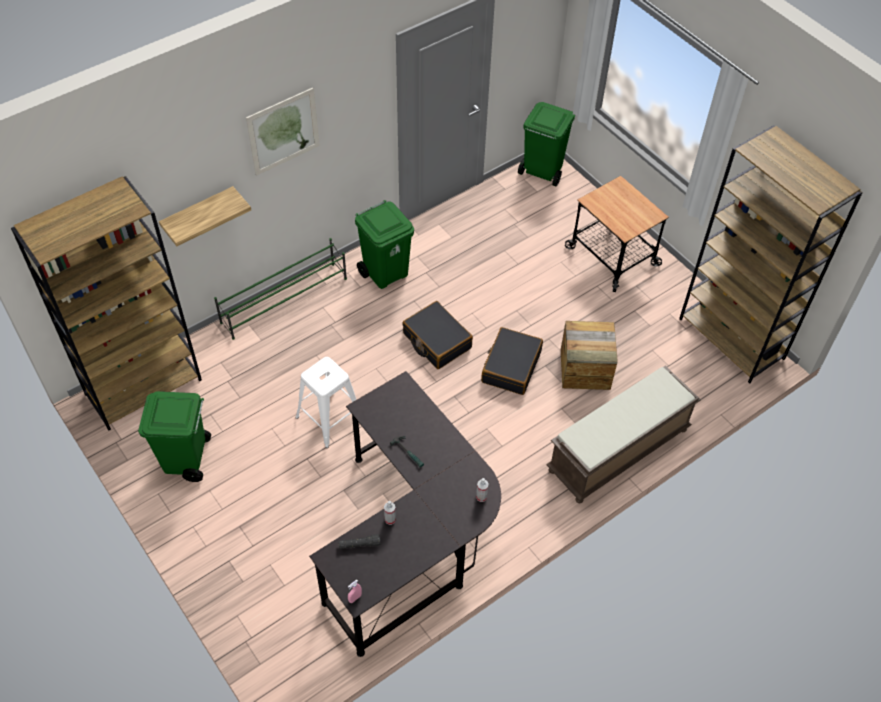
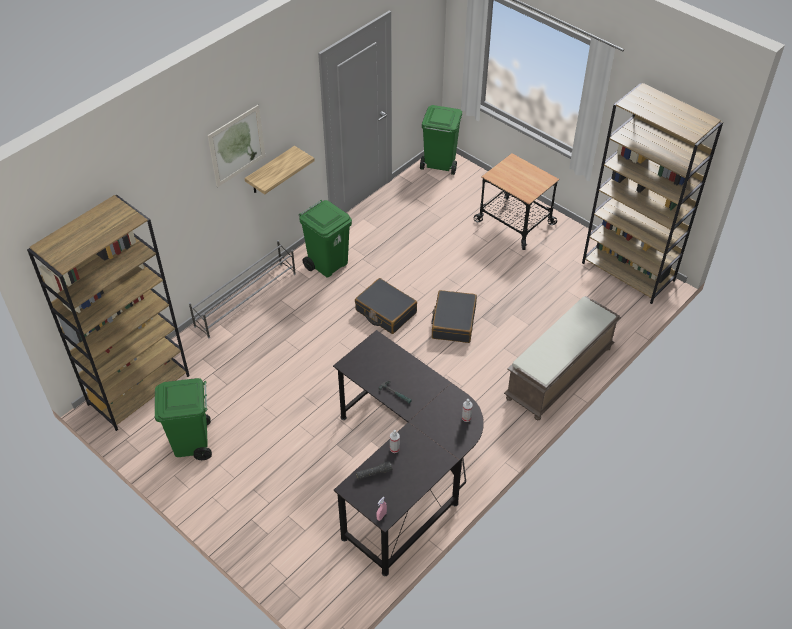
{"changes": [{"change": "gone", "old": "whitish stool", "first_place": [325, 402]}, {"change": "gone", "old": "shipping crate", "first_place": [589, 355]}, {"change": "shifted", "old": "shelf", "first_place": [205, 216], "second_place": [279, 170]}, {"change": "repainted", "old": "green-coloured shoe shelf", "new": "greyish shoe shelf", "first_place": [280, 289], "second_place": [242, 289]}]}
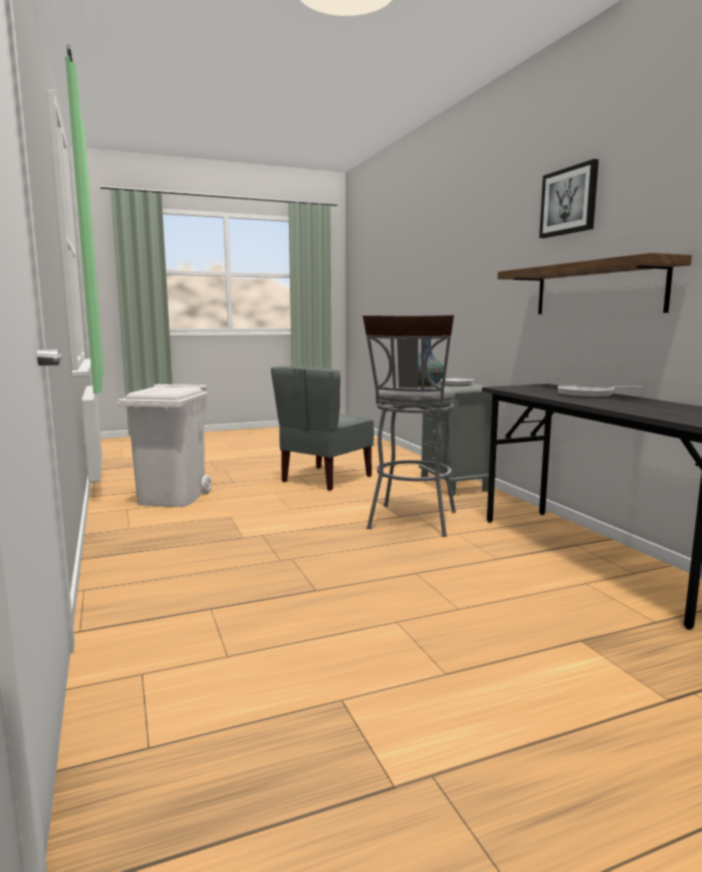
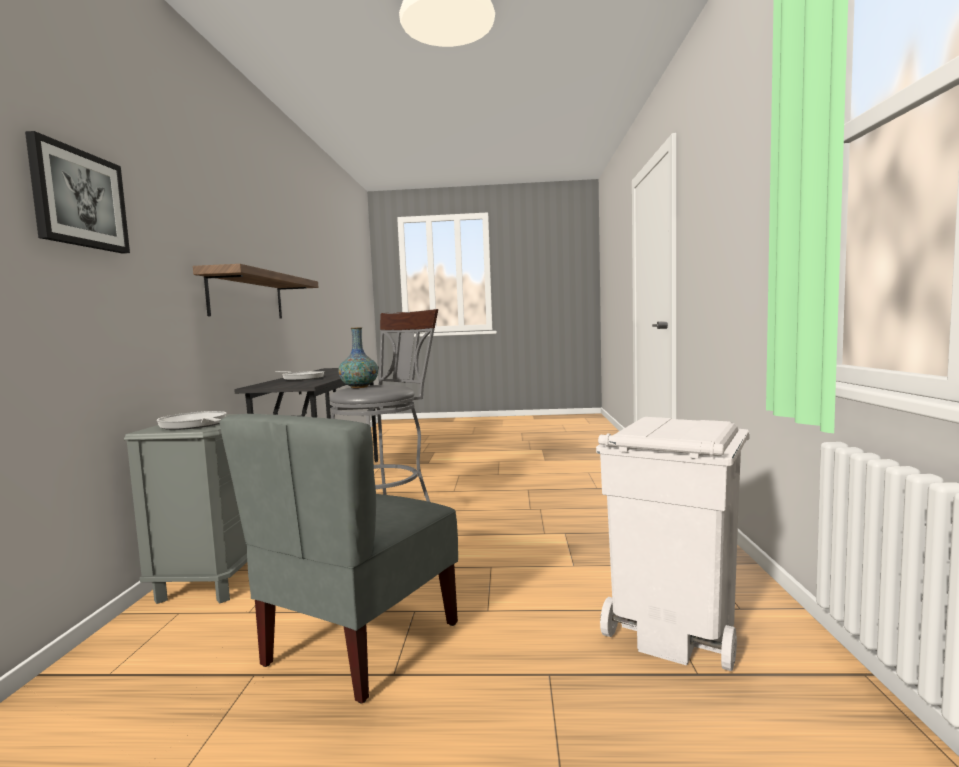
{"changes": [{"change": "shifted", "old": "wall art", "first_place": [569, 198], "second_place": [77, 192]}, {"change": "rotated", "old": "greyish chair", "first_place": [322, 428], "second_place": [338, 558], "degrees": 150}]}
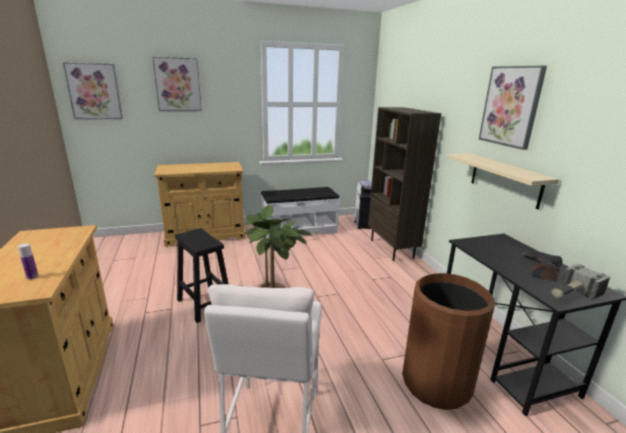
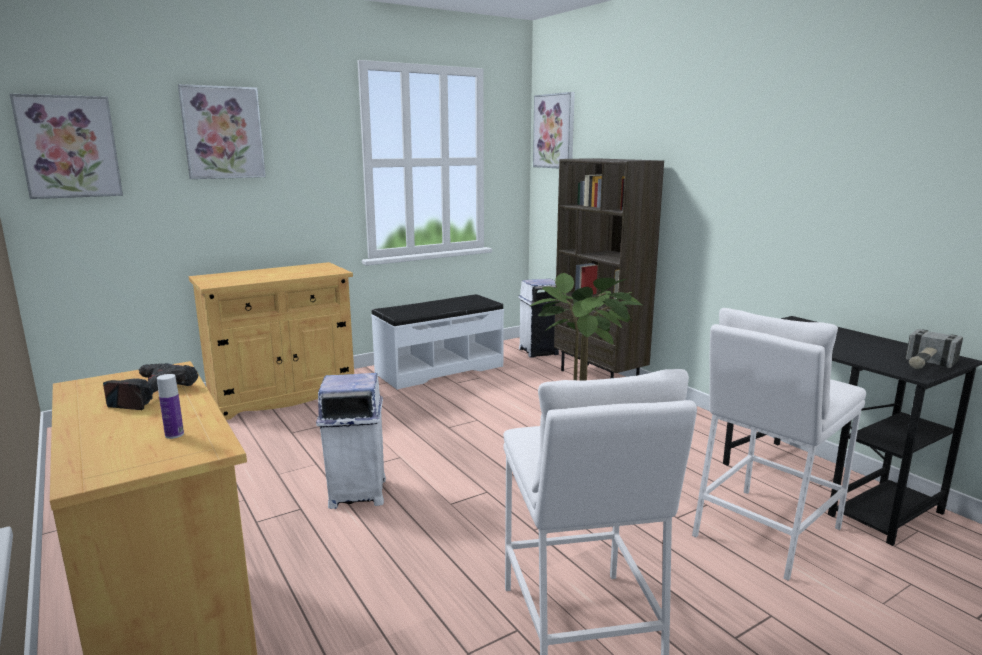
{"changes": [{"change": "gone", "old": "beige-coloured shelf", "first_place": [503, 181]}, {"change": "shifted", "old": "wall art", "first_place": [513, 108], "second_place": [554, 130]}, {"change": "shifted", "old": "power drill", "first_place": [541, 266], "second_place": [150, 386]}, {"change": "swapped", "old": "black stool", "new": "whitish waste bin", "first_place": [201, 275], "second_place": [351, 441]}, {"change": "swapped", "old": "brown waste bin", "new": "whitish stool", "first_place": [448, 341], "second_place": [779, 444]}]}
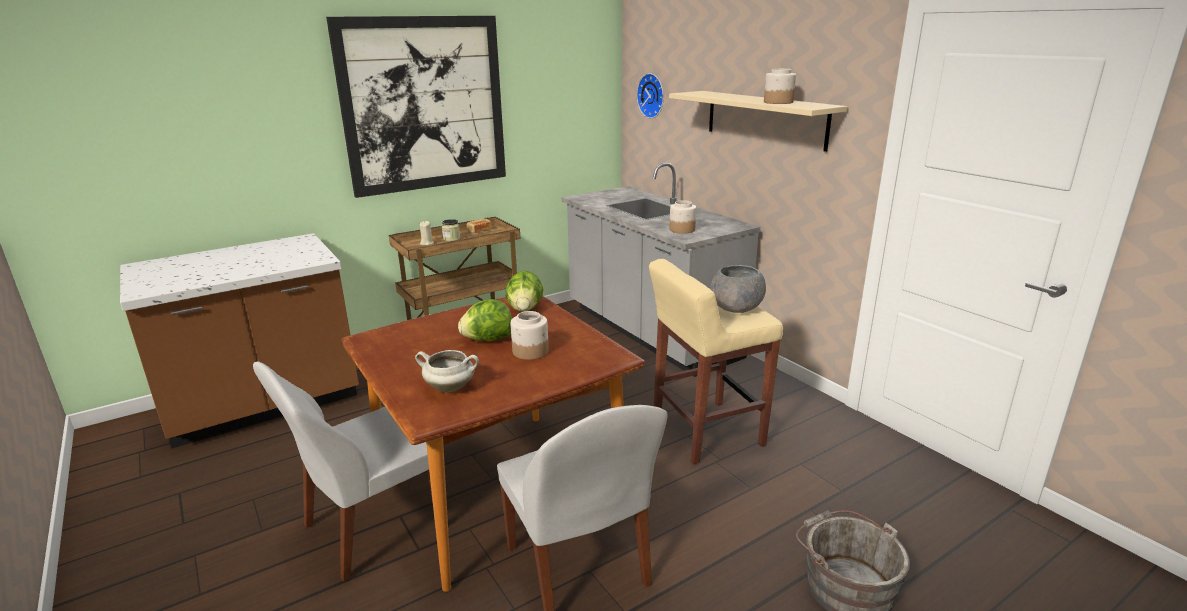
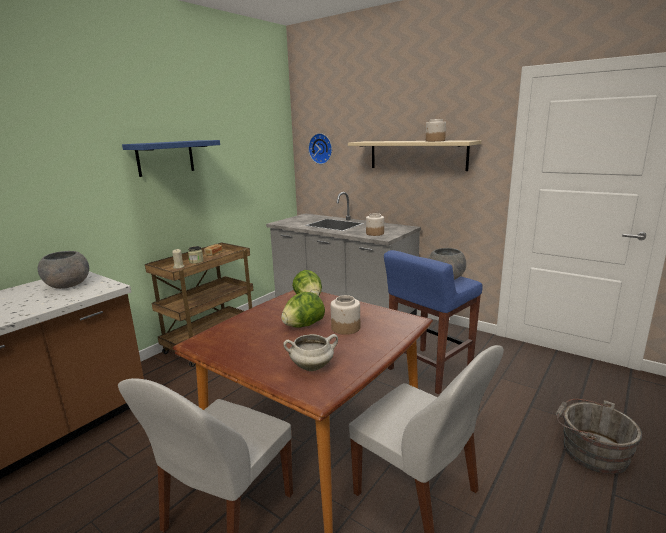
{"changes": [{"change": "new", "new": "greyish serving bowl", "second_place": [63, 270]}, {"change": "swapped", "old": "wall art", "new": "blue shelf", "first_place": [416, 107], "second_place": [171, 158]}, {"change": "repainted", "old": "beige-coloured stool", "new": "blue stool", "first_place": [716, 361], "second_place": [433, 322]}]}
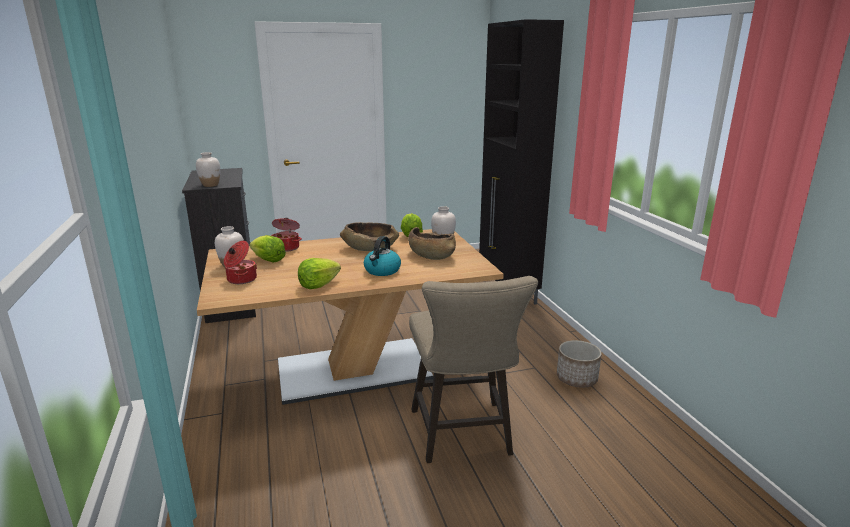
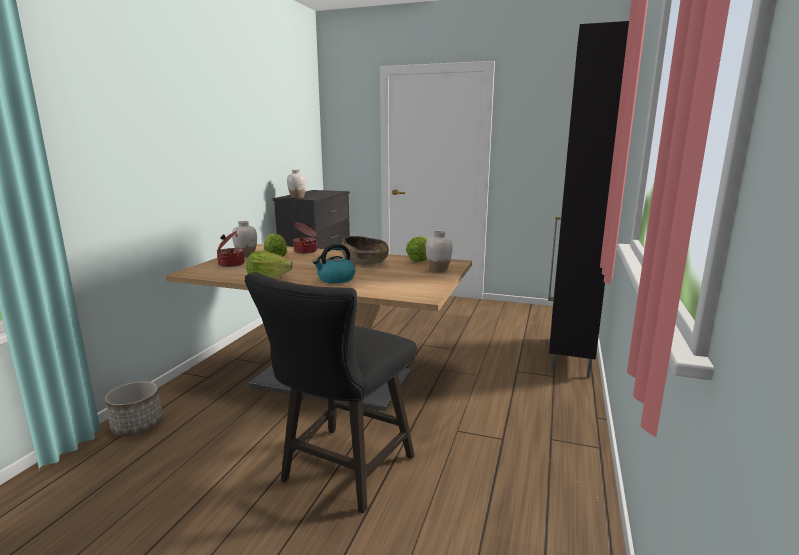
{"changes": [{"change": "gone", "old": "brown serving bowl", "first_place": [432, 243]}, {"change": "shifted", "old": "flower pot", "first_place": [579, 364], "second_place": [133, 408]}, {"change": "repainted", "old": "beige-coloured stool", "new": "black stool", "first_place": [473, 369], "second_place": [331, 393]}]}
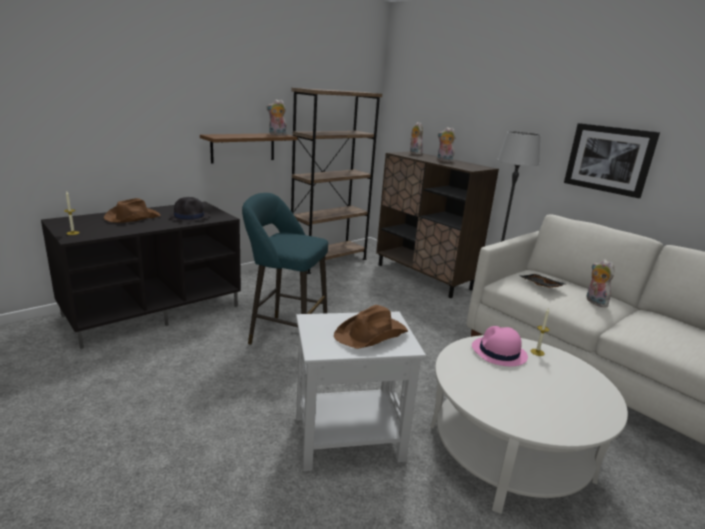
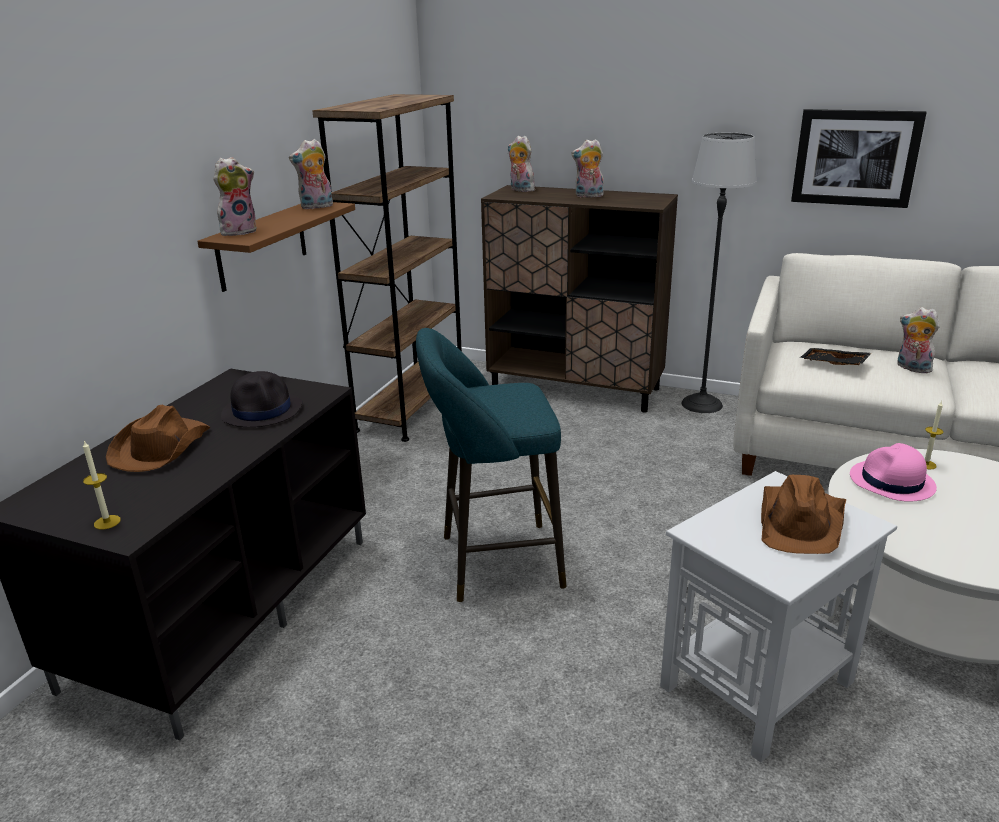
{"changes": [{"change": "new", "new": "soft toy", "second_place": [235, 196]}]}
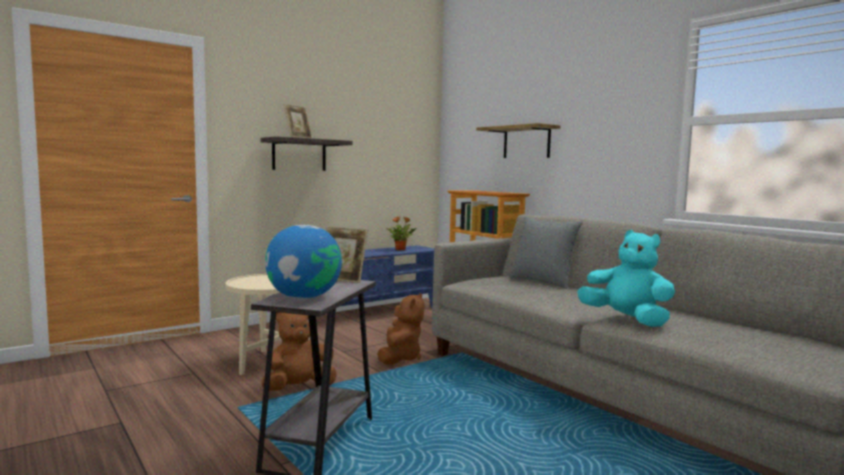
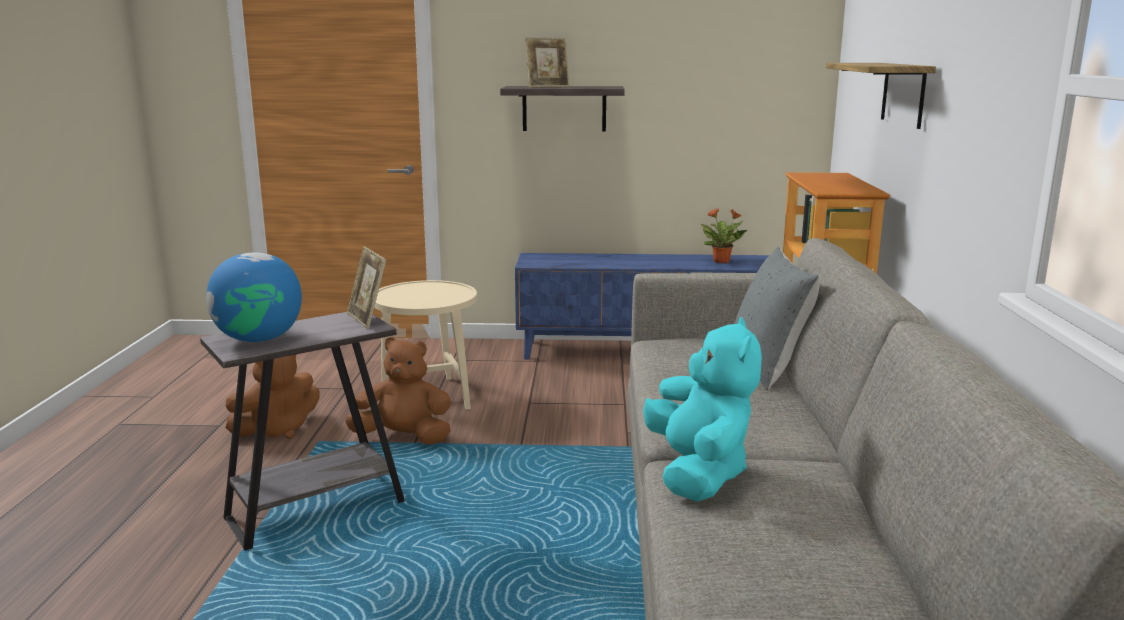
{"changes": [{"change": "shifted", "old": "brown soft toy", "first_place": [400, 329], "second_place": [272, 396]}]}
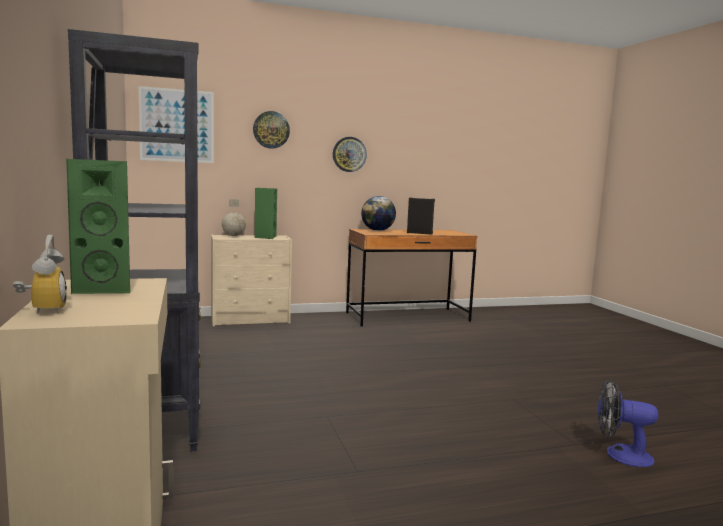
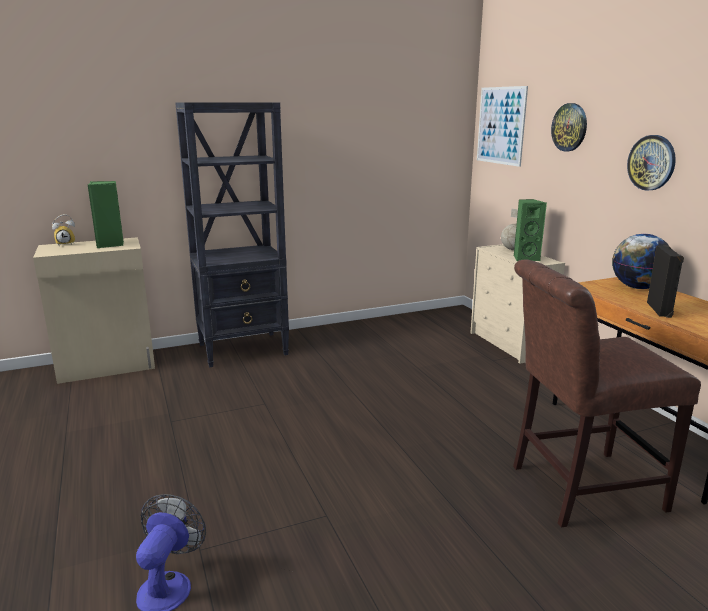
{"changes": [{"change": "new", "new": "brown chair", "second_place": [607, 393]}]}
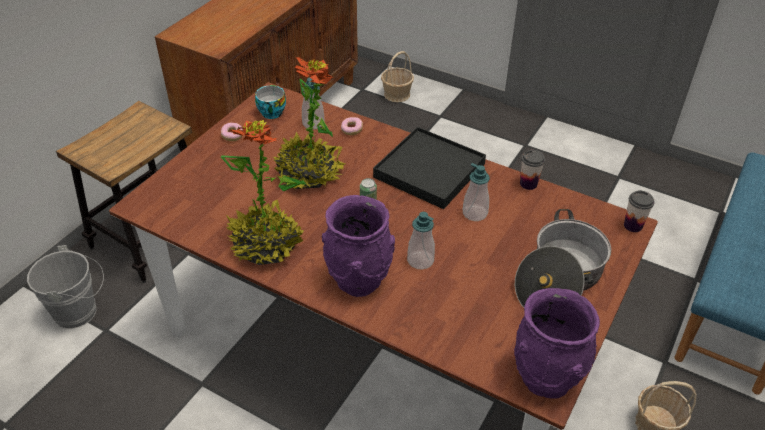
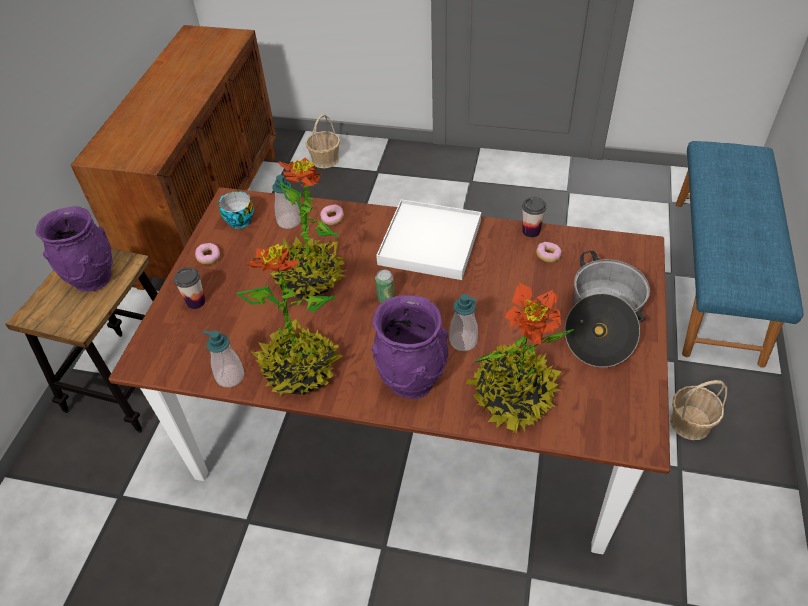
{"changes": [{"change": "gone", "old": "greyish pail", "first_place": [65, 287]}, {"change": "new", "new": "houseplant", "second_place": [519, 357]}, {"change": "new", "new": "doughnut", "second_place": [549, 252]}, {"change": "shifted", "old": "liquid soap bottle", "first_place": [476, 192], "second_place": [223, 359]}, {"change": "shifted", "old": "purple vase", "first_place": [557, 343], "second_place": [74, 249]}, {"change": "shifted", "old": "small cup", "first_place": [639, 211], "second_place": [190, 288]}, {"change": "repainted", "old": "black carrying tray", "new": "whitish carrying tray", "first_place": [429, 168], "second_place": [428, 239]}]}
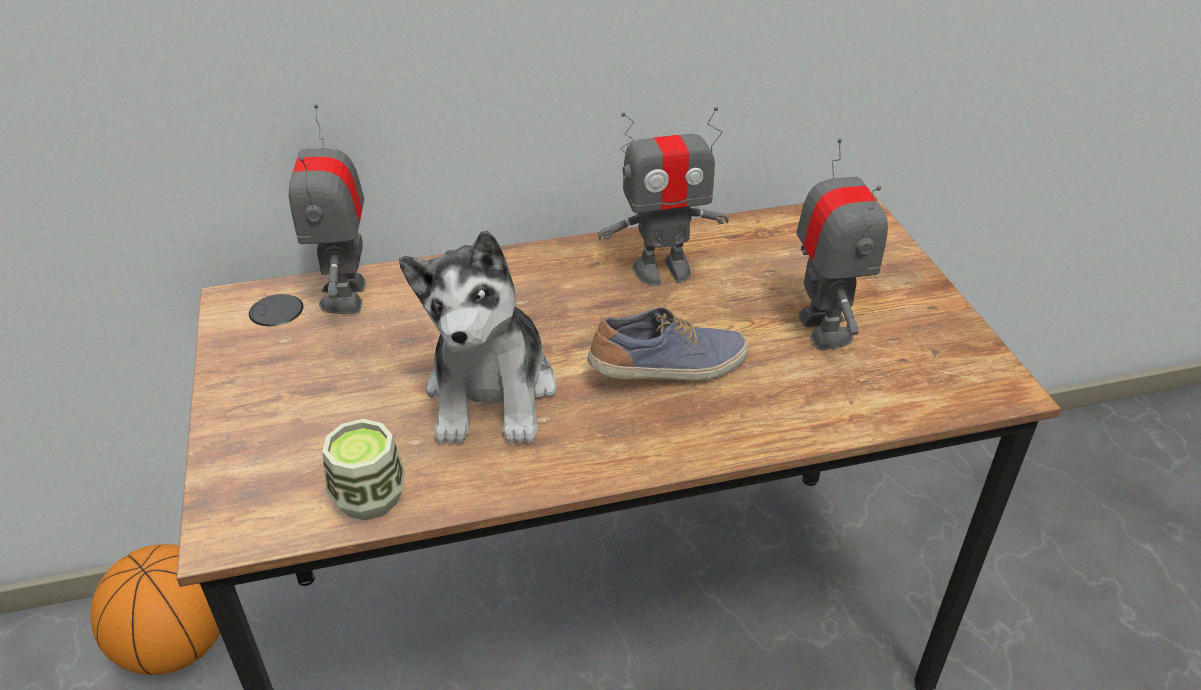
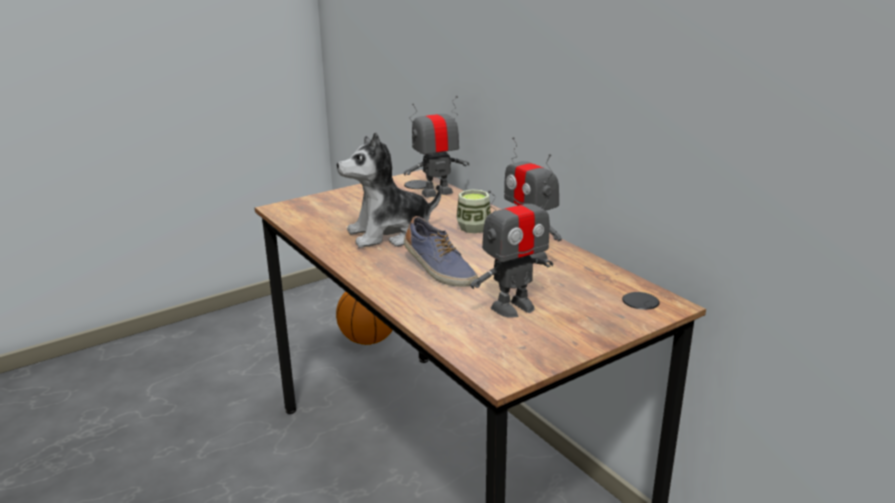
{"changes": [{"change": "shifted", "old": "small cup", "first_place": [363, 470], "second_place": [473, 211]}]}
